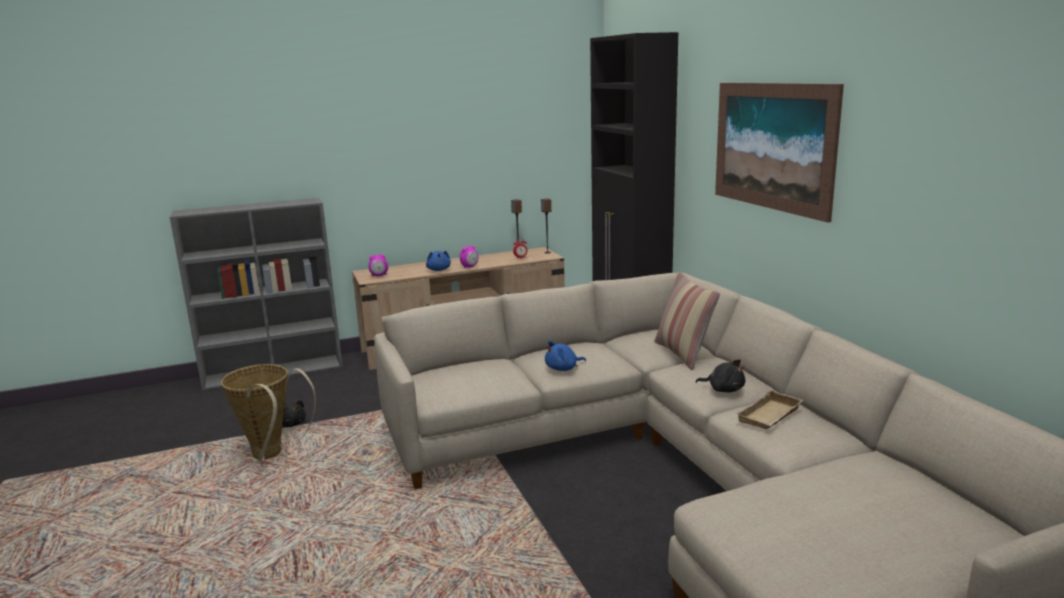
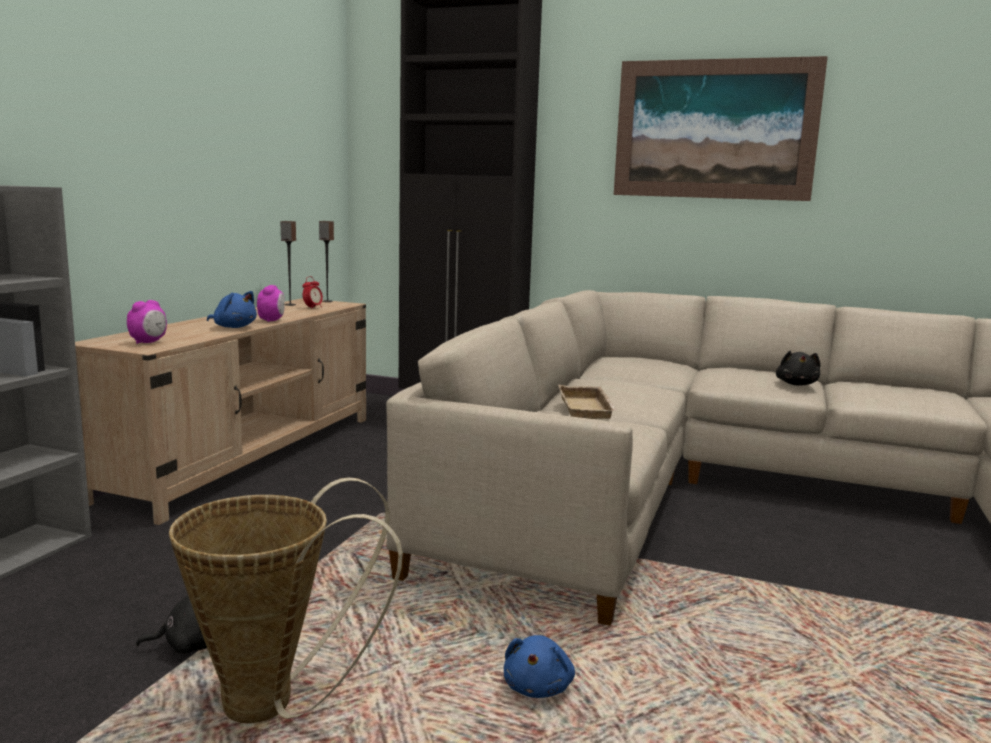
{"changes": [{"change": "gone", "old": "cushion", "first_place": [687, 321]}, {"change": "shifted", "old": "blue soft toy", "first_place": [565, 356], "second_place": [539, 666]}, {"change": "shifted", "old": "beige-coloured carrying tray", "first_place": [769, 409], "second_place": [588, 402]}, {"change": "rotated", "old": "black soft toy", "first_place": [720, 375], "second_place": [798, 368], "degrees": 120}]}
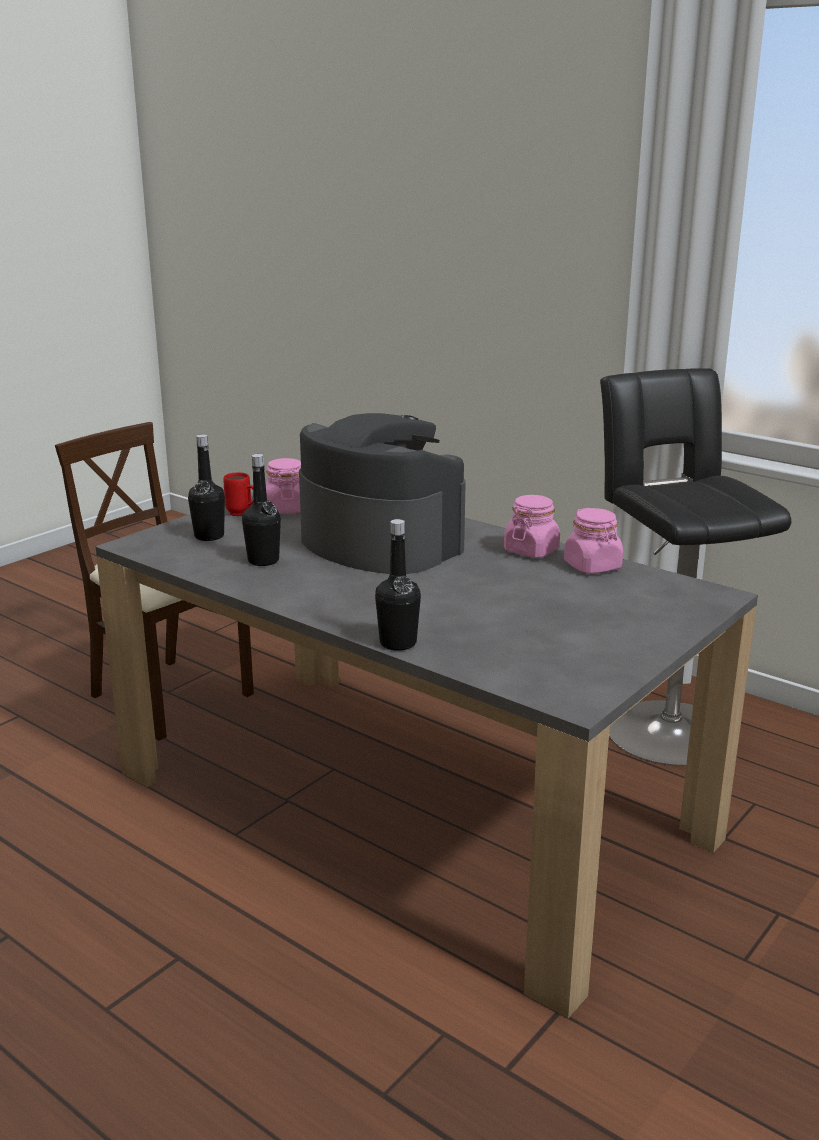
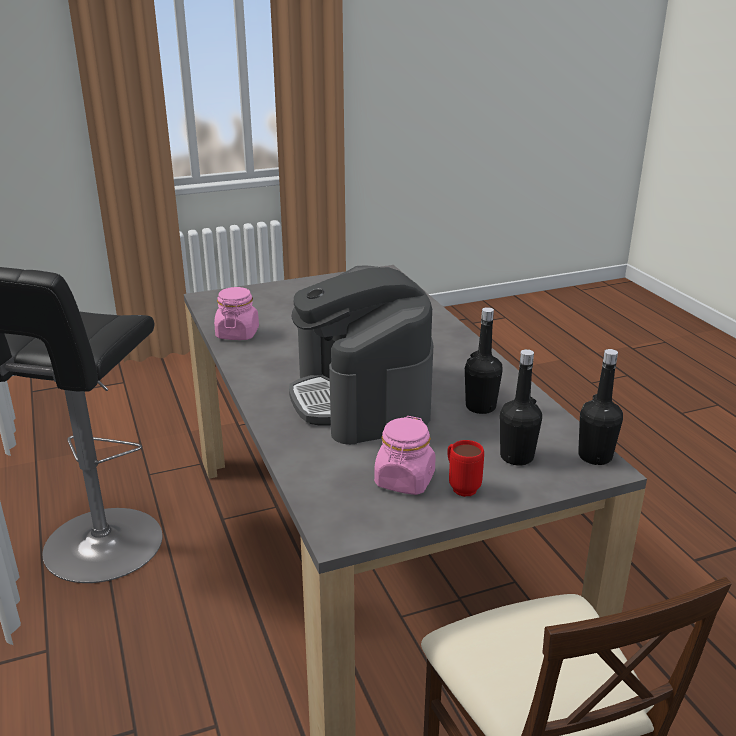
{"changes": [{"change": "gone", "old": "pink-coloured storage jar", "first_place": [532, 526]}, {"change": "shifted", "old": "black drink bottle", "first_place": [398, 585], "second_place": [600, 407]}]}
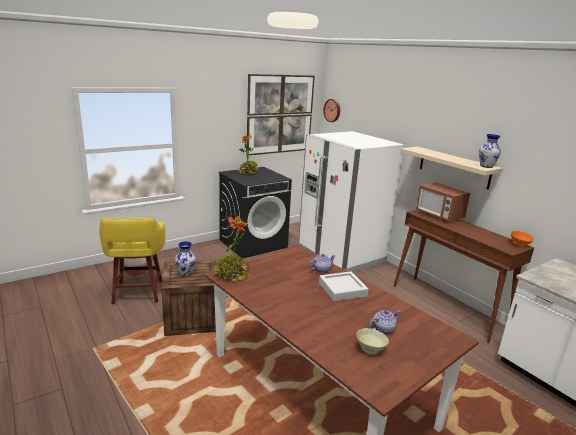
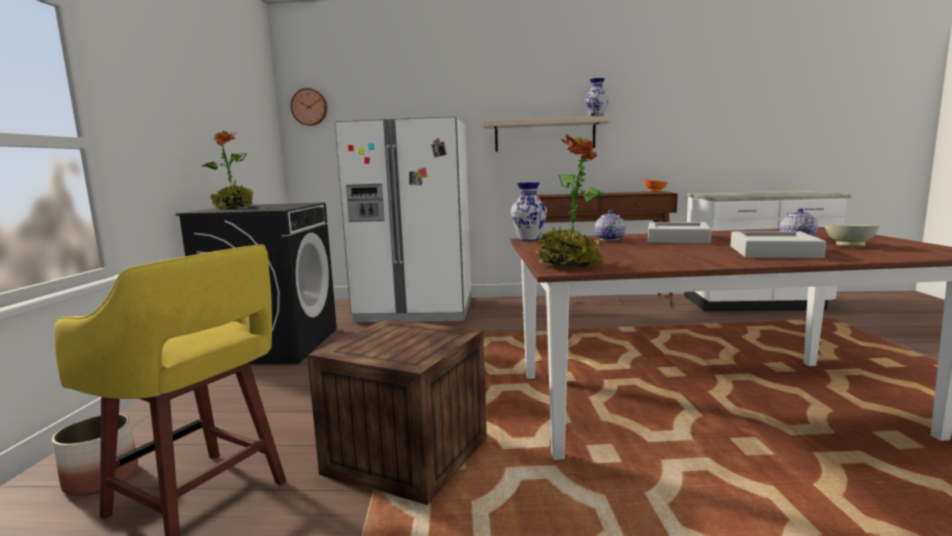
{"changes": [{"change": "gone", "old": "wall art", "first_place": [280, 115]}, {"change": "gone", "old": "microwave", "first_place": [443, 202]}, {"change": "new", "new": "greyish carrying tray", "second_place": [778, 245]}, {"change": "shifted", "old": "vase", "first_place": [185, 259], "second_place": [529, 211]}]}
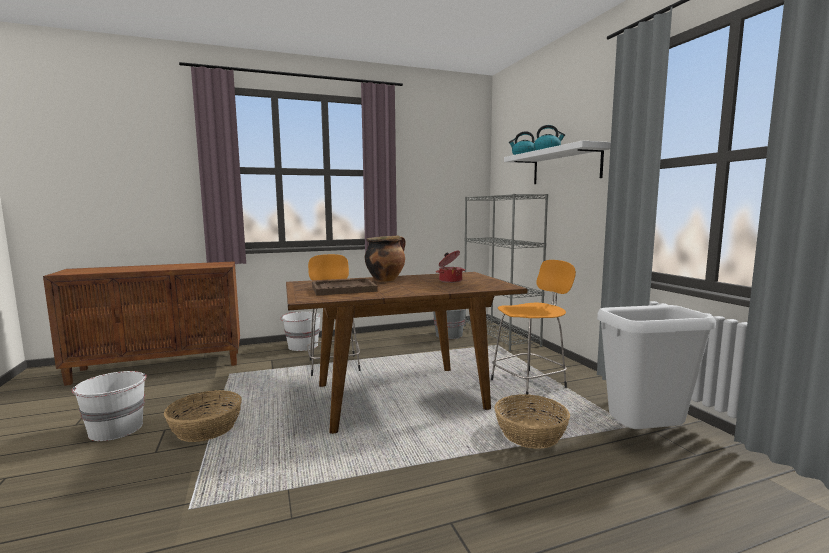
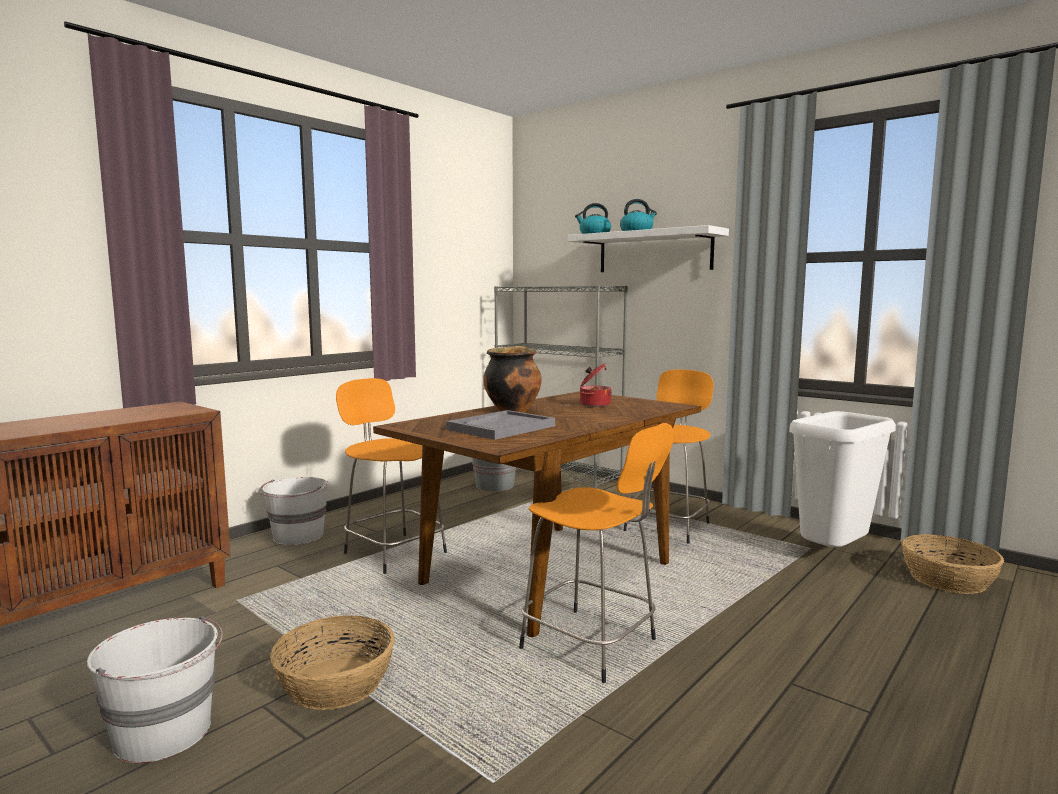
{"changes": [{"change": "new", "new": "orange-coloured stool", "second_place": [596, 553]}, {"change": "shifted", "old": "household basket", "first_place": [532, 421], "second_place": [952, 564]}, {"change": "repainted", "old": "brown carrying tray", "new": "greyish carrying tray", "first_place": [345, 287], "second_place": [500, 425]}]}
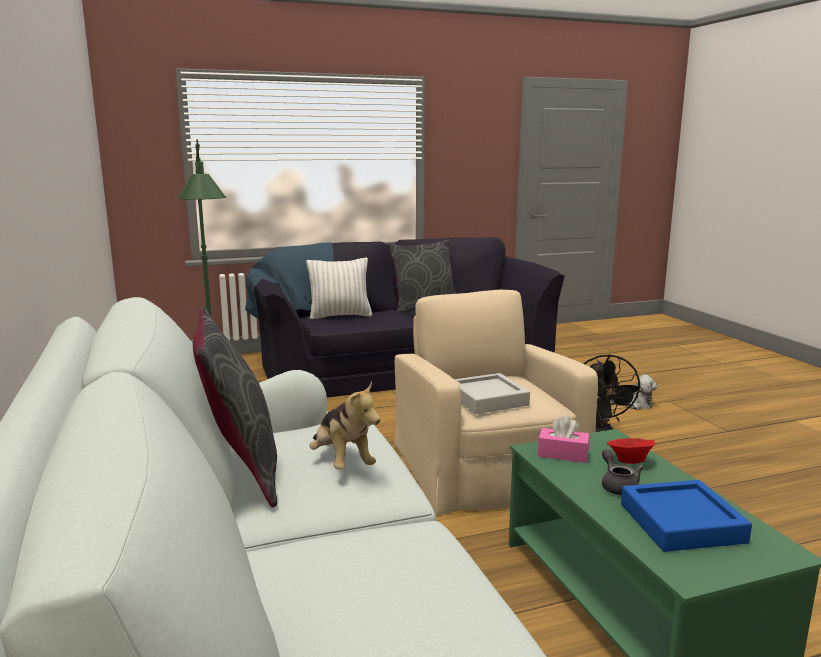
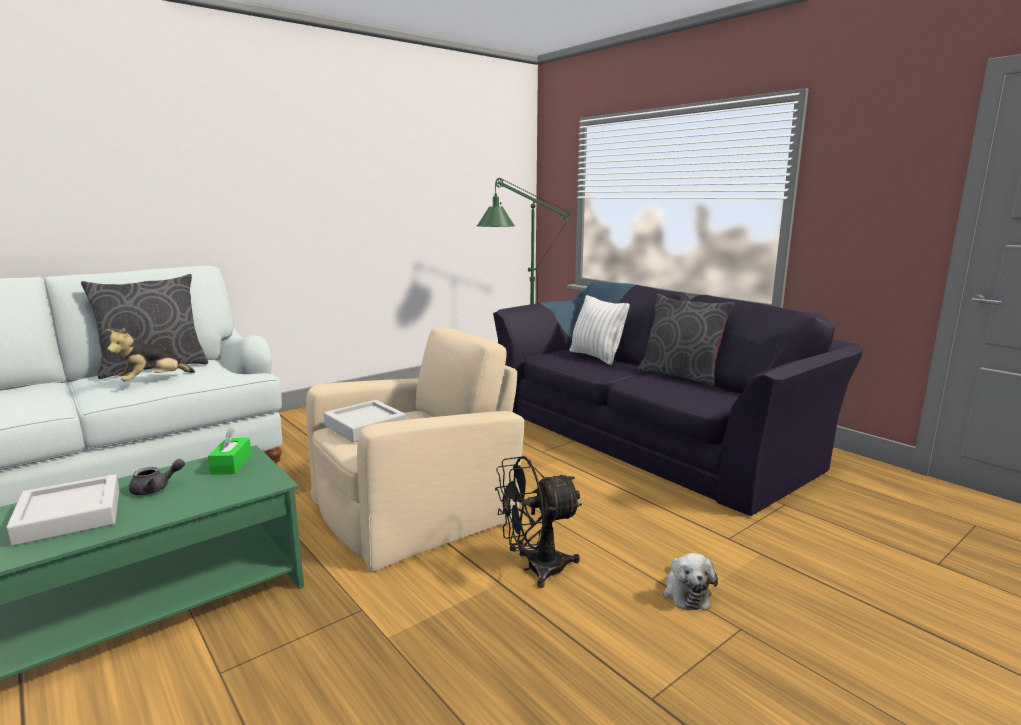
{"changes": [{"change": "gone", "old": "red-coloured serving bowl", "first_place": [631, 451]}, {"change": "repainted", "old": "pink-coloured tissue box", "new": "green-coloured tissue box", "first_place": [563, 439], "second_place": [230, 451]}, {"change": "repainted", "old": "blue carrying tray", "new": "greyish carrying tray", "first_place": [686, 516], "second_place": [62, 510]}]}
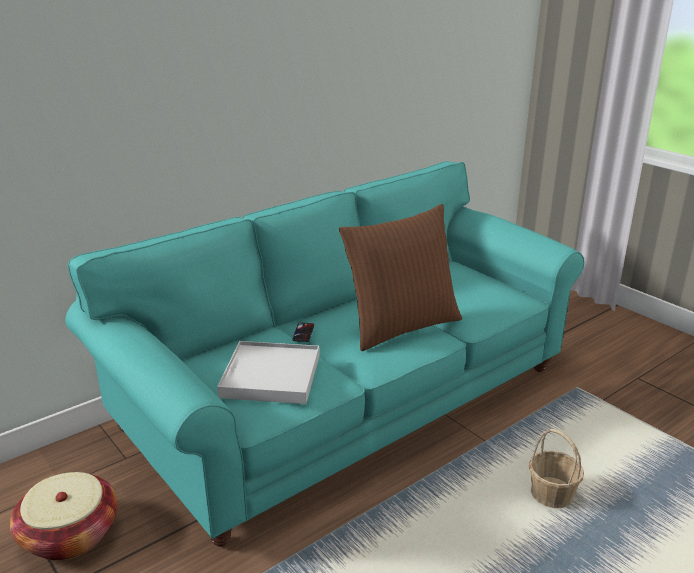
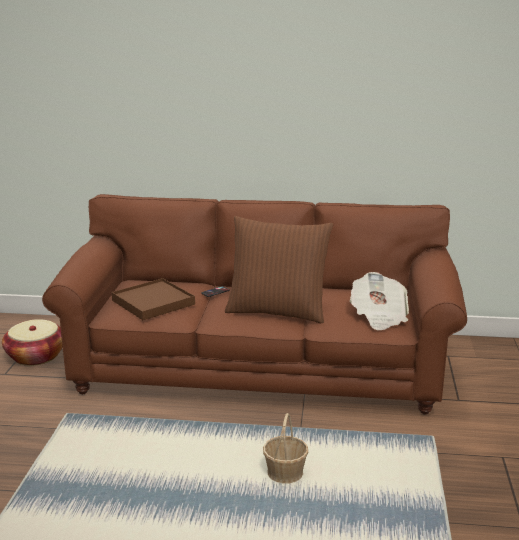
{"changes": [{"change": "new", "new": "newspaper", "second_place": [379, 301]}, {"change": "repainted", "old": "turquoise-coloured sofa", "new": "brown sofa", "first_place": [324, 354], "second_place": [254, 304]}, {"change": "repainted", "old": "whitish carrying tray", "new": "brown carrying tray", "first_place": [268, 372], "second_place": [153, 299]}]}
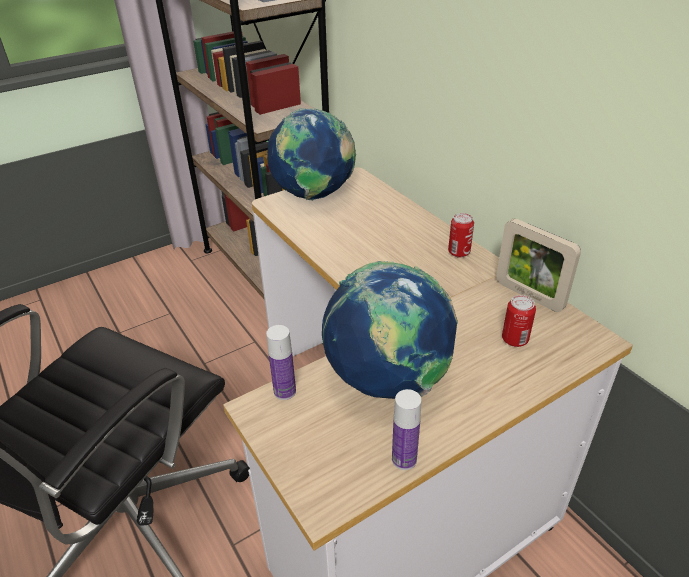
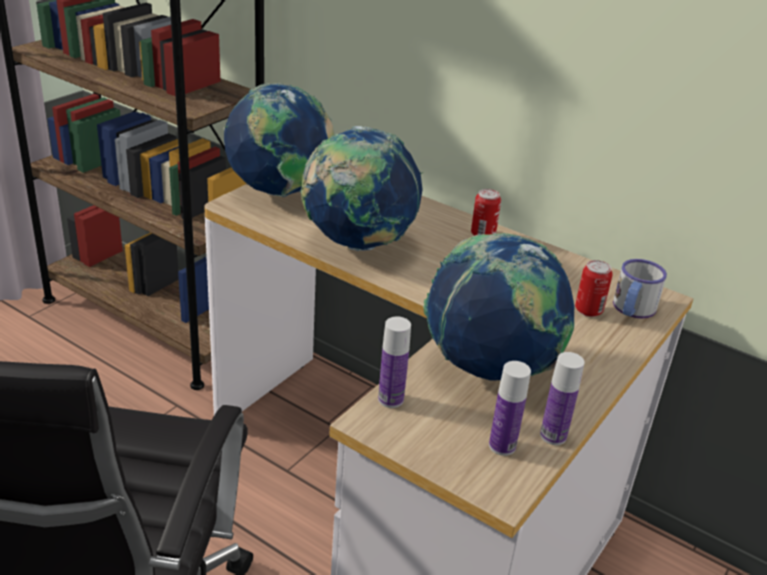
{"changes": [{"change": "gone", "old": "picture frame", "first_place": [538, 265]}, {"change": "new", "new": "world globe", "second_place": [361, 188]}, {"change": "new", "new": "drink bottle", "second_place": [510, 408]}, {"change": "new", "new": "mug", "second_place": [640, 289]}]}
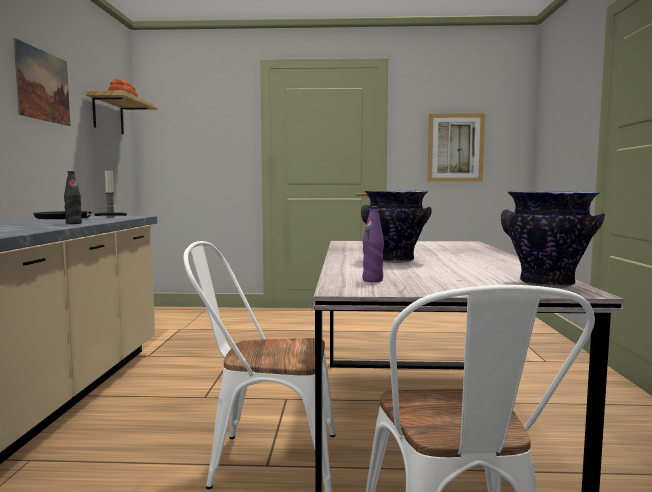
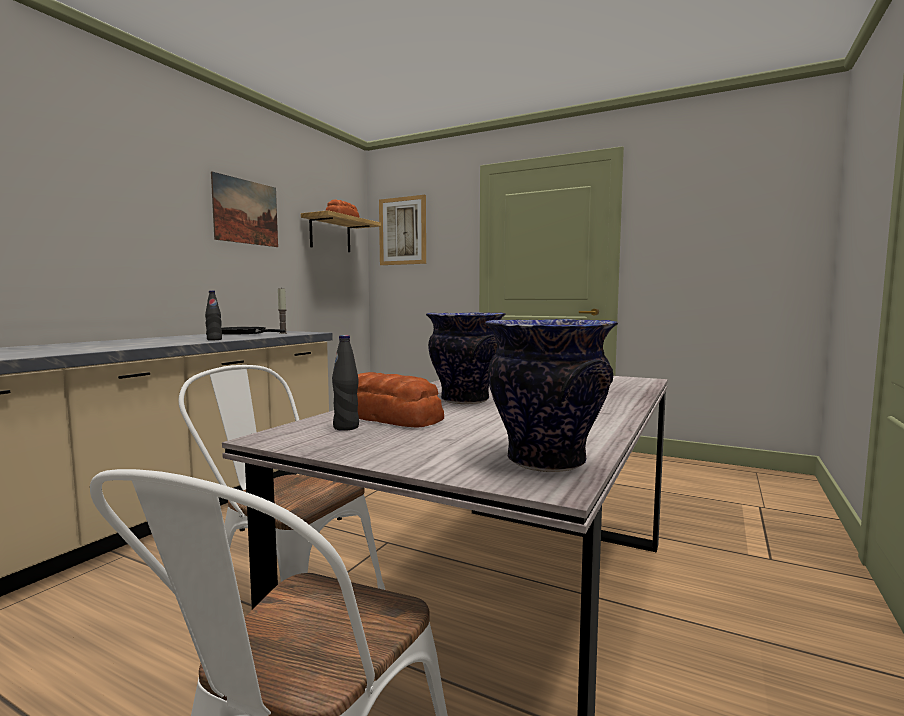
{"changes": [{"change": "new", "new": "bread", "second_place": [400, 400]}, {"change": "shifted", "old": "wall art", "first_place": [456, 147], "second_place": [402, 230]}, {"change": "repainted", "old": "purple drink bottle", "new": "black drink bottle", "first_place": [373, 244], "second_place": [345, 383]}]}
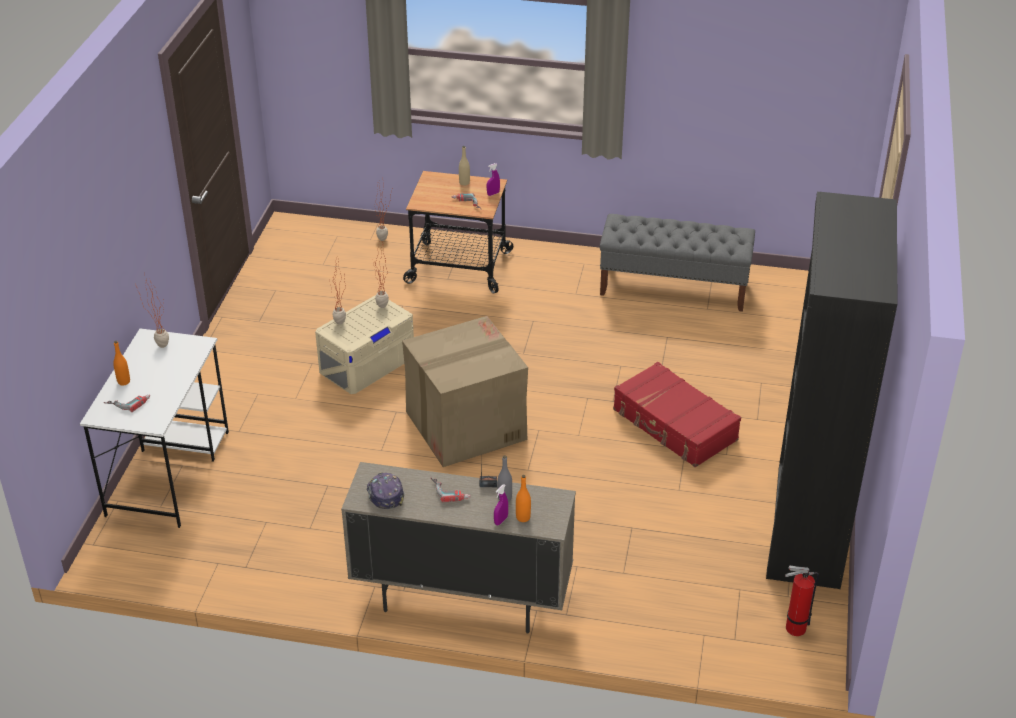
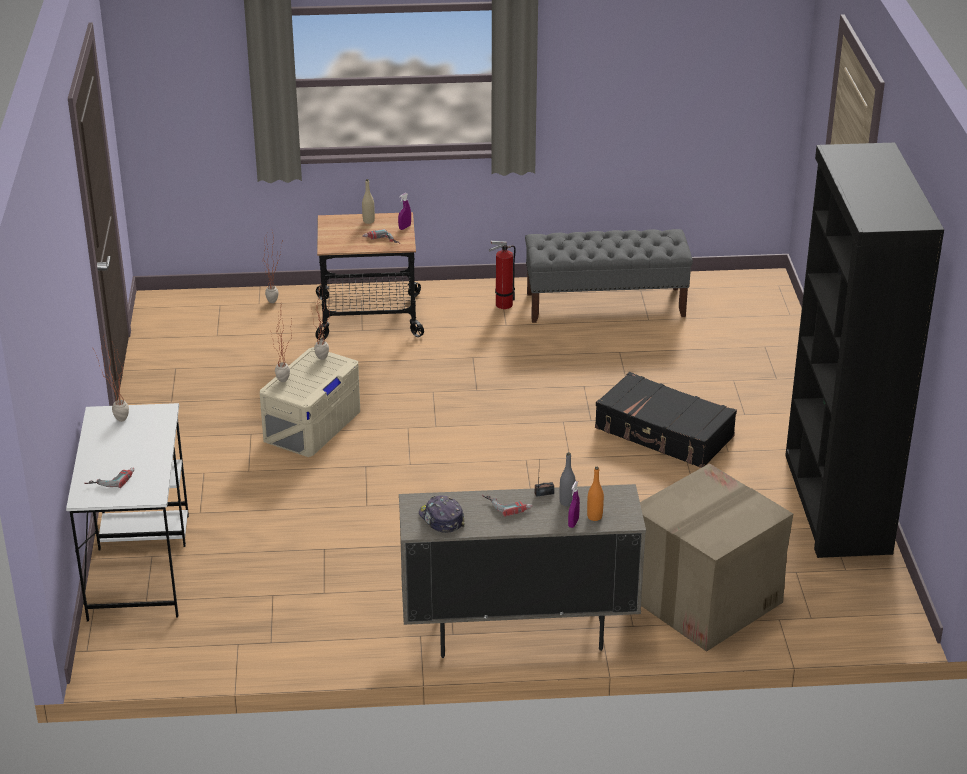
{"changes": [{"change": "gone", "old": "orange-coloured drink bottle", "first_place": [121, 363]}, {"change": "shifted", "old": "carton", "first_place": [465, 391], "second_place": [716, 557]}, {"change": "shifted", "old": "fire-fighting cylinder", "first_place": [802, 600], "second_place": [502, 275]}, {"change": "repainted", "old": "red-coloured suitcase", "new": "black suitcase", "first_place": [677, 414], "second_place": [666, 420]}]}
